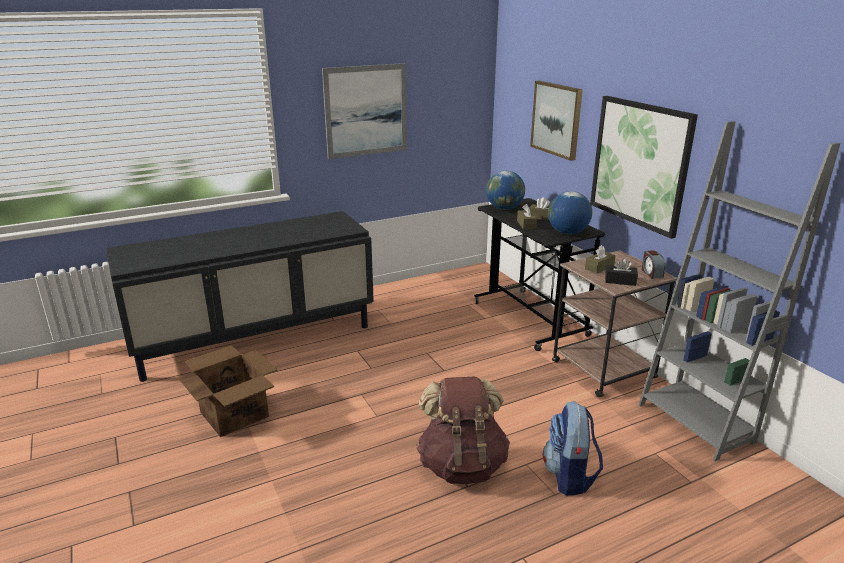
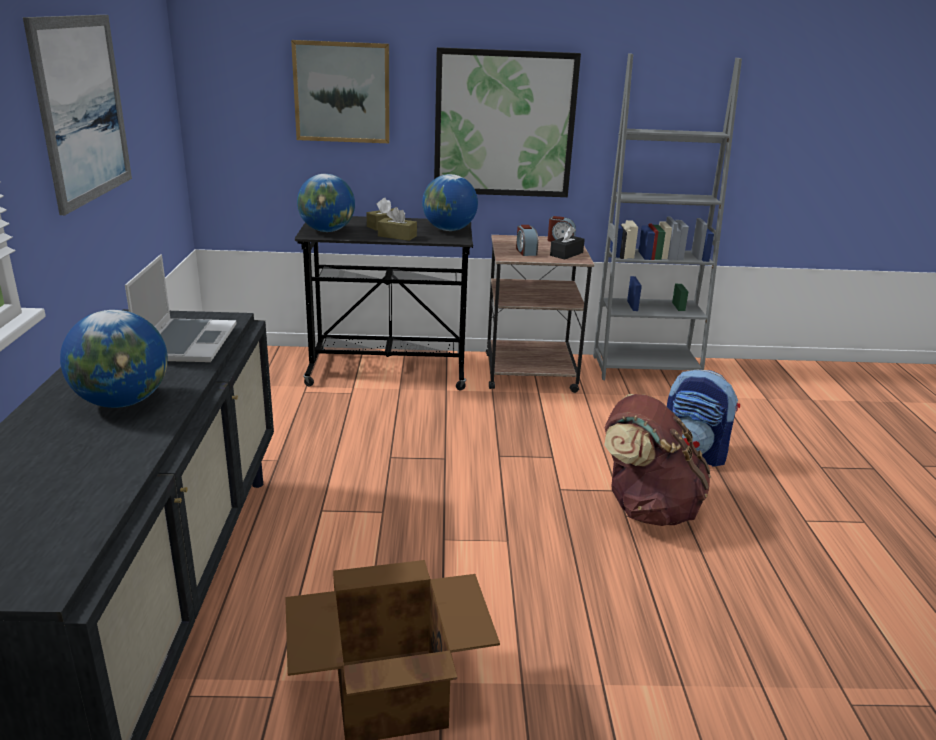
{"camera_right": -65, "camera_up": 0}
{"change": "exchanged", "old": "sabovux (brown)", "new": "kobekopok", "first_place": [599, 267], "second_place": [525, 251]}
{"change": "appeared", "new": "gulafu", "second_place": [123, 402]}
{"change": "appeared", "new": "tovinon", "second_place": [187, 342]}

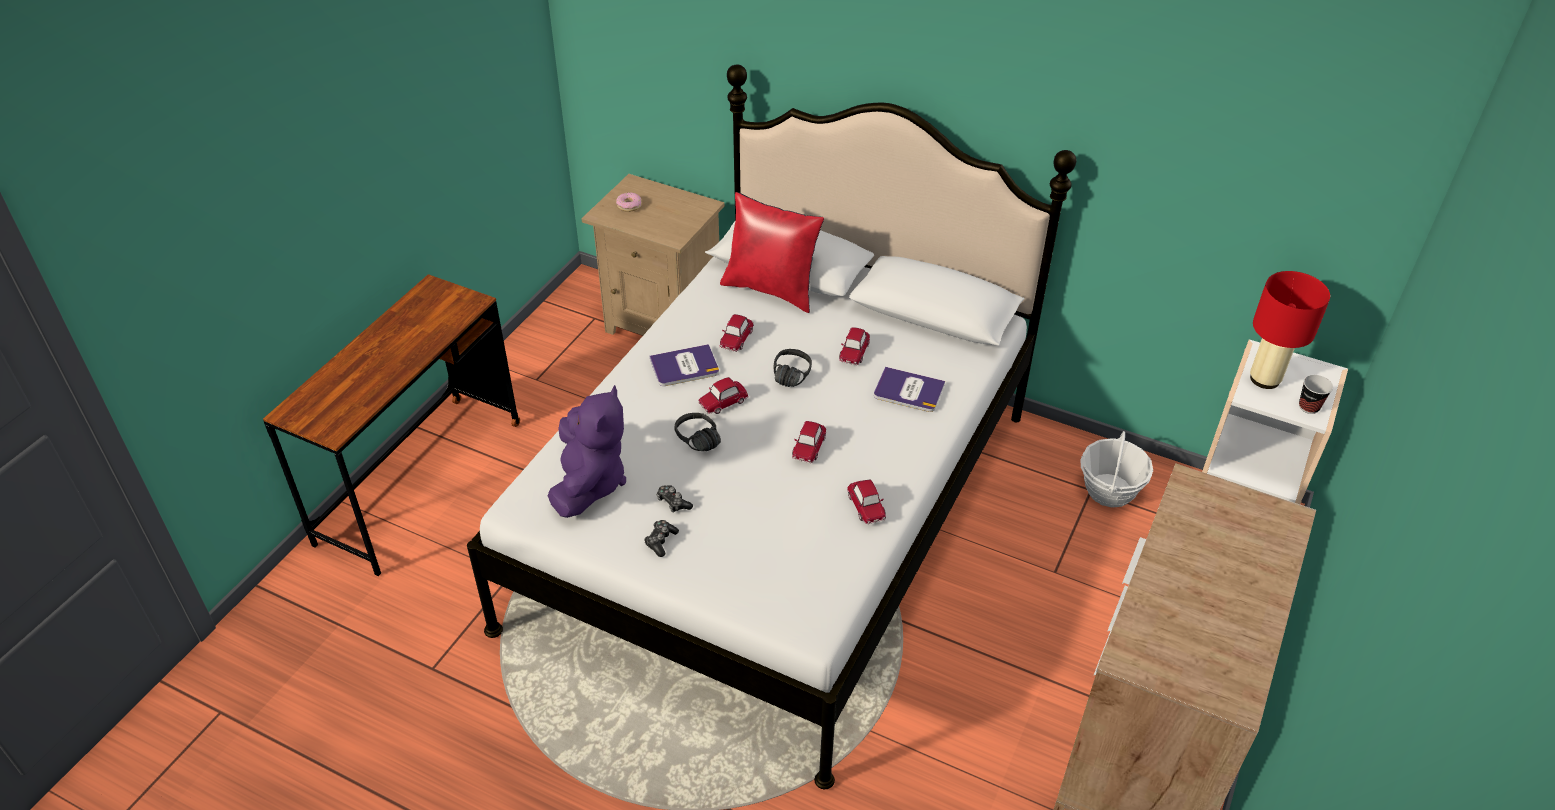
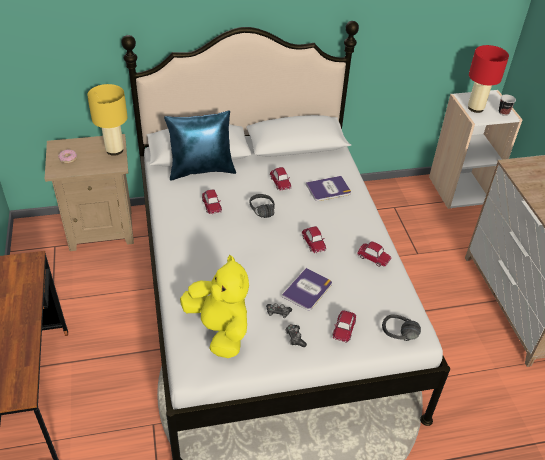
{"camera_right": -40, "camera_up": 0}
{"change": "colour", "old": "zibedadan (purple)", "new": "zibedadan (yellow)", "first_place": [589, 483], "second_place": [219, 330]}
{"change": "relocated", "old": "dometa", "first_place": [684, 366], "second_place": [307, 290]}
{"change": "relocated", "old": "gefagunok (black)", "first_place": [692, 443], "second_place": [399, 337]}
{"change": "relocated", "old": "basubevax", "first_place": [723, 402], "second_place": [343, 329]}
{"change": "colour", "old": "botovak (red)", "new": "botovak (blue)", "first_place": [772, 289], "second_place": [202, 170]}
{"change": "missing", "old": "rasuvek", "first_place": [1109, 490]}
{"change": "appeared", "new": "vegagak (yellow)", "second_place": [114, 150]}

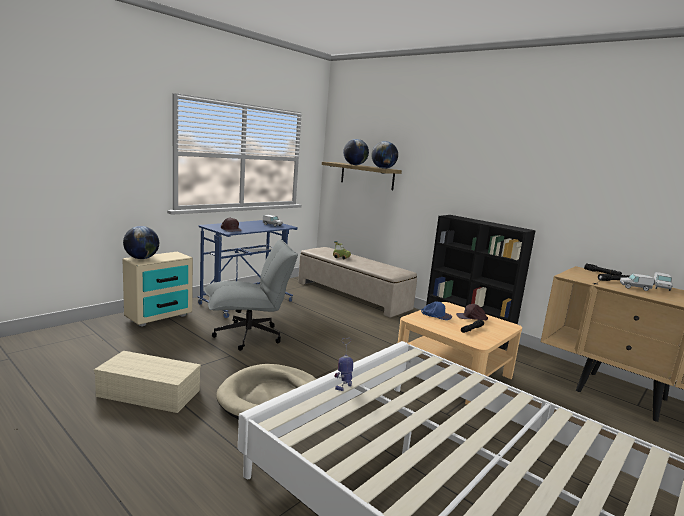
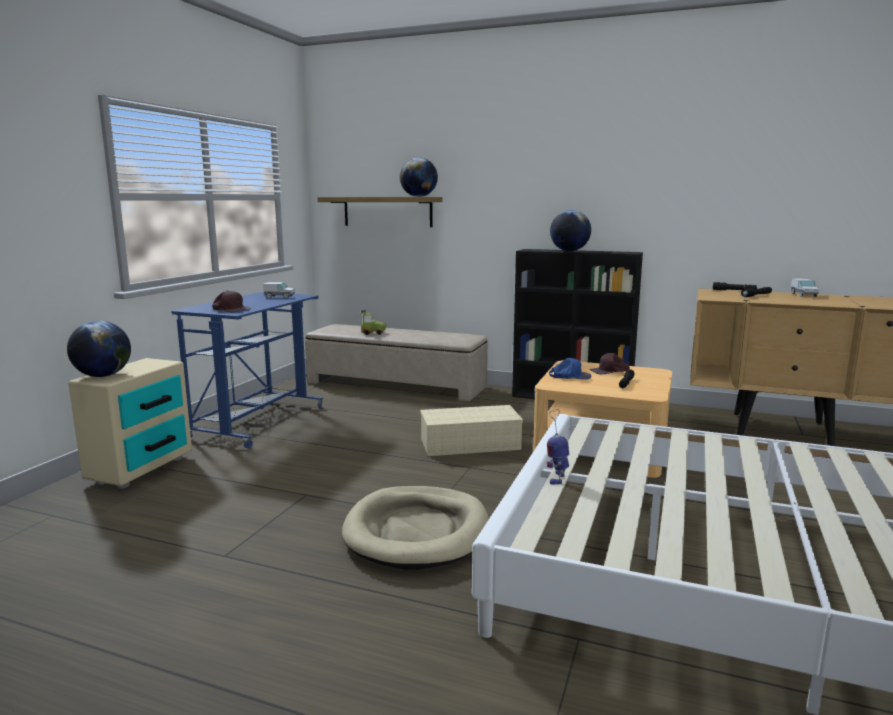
{"camera_right": -20, "camera_up": 0}
{"change": "relocated", "old": "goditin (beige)", "first_place": [147, 393], "second_place": [469, 444]}
{"change": "missing", "old": "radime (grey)", "first_place": [247, 336]}
{"change": "relocated", "old": "gulafu", "first_place": [354, 165], "second_place": [569, 251]}
{"change": "missing", "old": "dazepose", "first_place": [634, 288]}

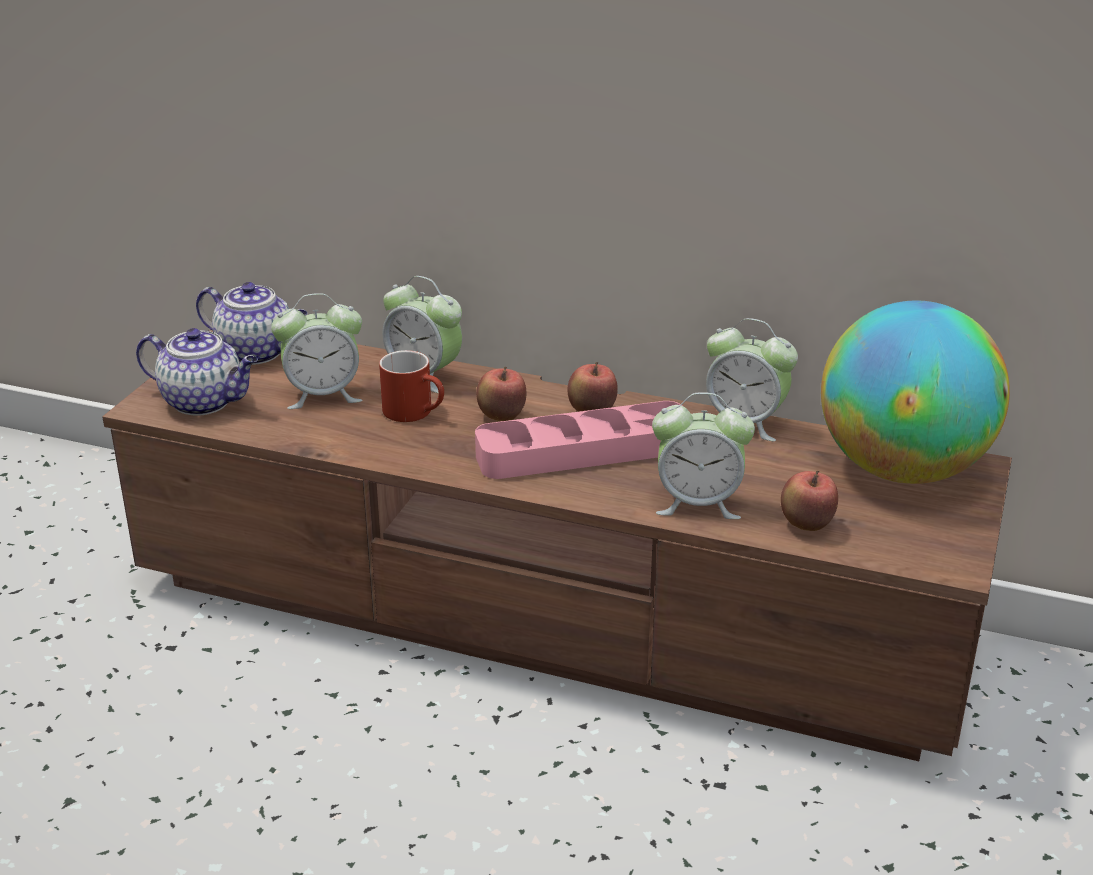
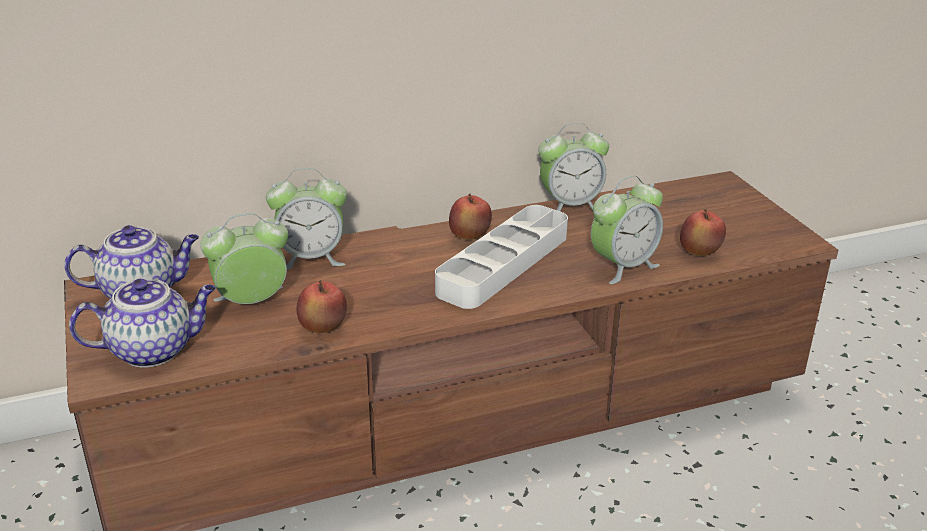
{"camera_right": -40, "camera_up": 0}
{"change": "spun", "old": "kobekopok", "first_place": [323, 395], "second_place": [252, 302], "degrees": -150}
{"change": "missing", "old": "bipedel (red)", "first_place": [416, 412]}
{"change": "colour", "old": "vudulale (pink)", "new": "vudulale (white)", "first_place": [584, 451], "second_place": [503, 263]}
{"change": "relocated", "old": "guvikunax", "first_place": [501, 418], "second_place": [323, 329]}
{"change": "missing", "old": "gulafu", "first_place": [903, 469]}

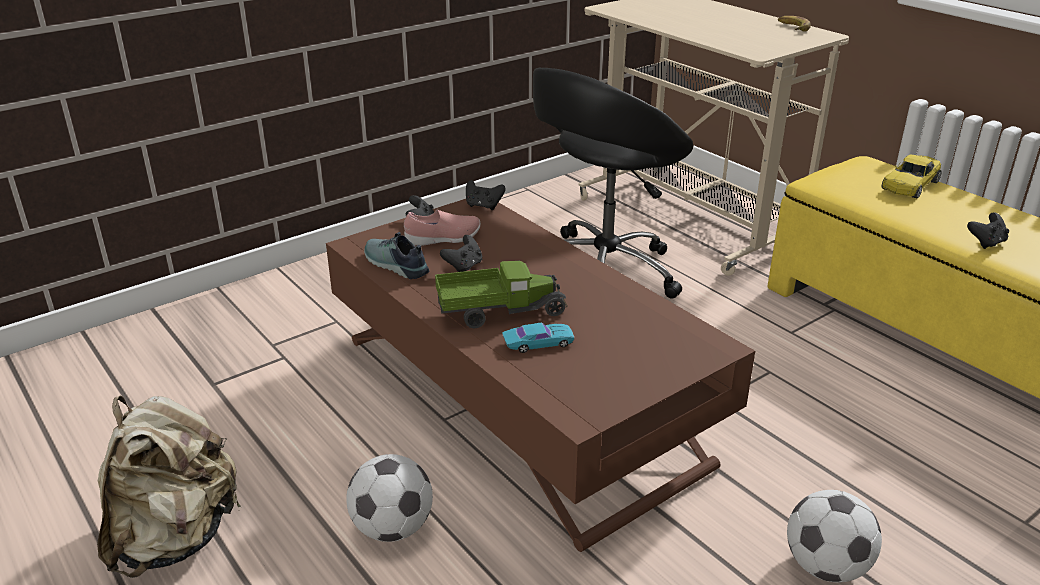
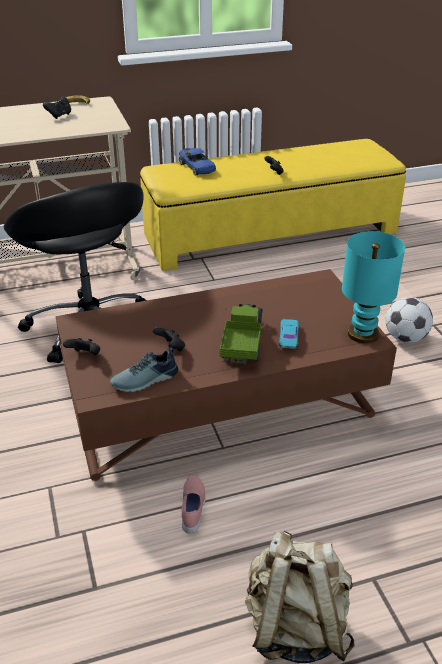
{"camera_right": -70, "camera_up": 5}
{"change": "missing", "old": "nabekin", "first_place": [392, 528]}
{"change": "relocated", "old": "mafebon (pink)", "first_place": [443, 239], "second_place": [193, 509]}
{"change": "relocated", "old": "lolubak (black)", "first_place": [483, 206], "second_place": [59, 116]}
{"change": "colour", "old": "basubevax (yellow)", "new": "basubevax (blue)", "first_place": [910, 185], "second_place": [197, 167]}
{"change": "appeared", "new": "vegagak (turquoise)", "second_place": [363, 334]}

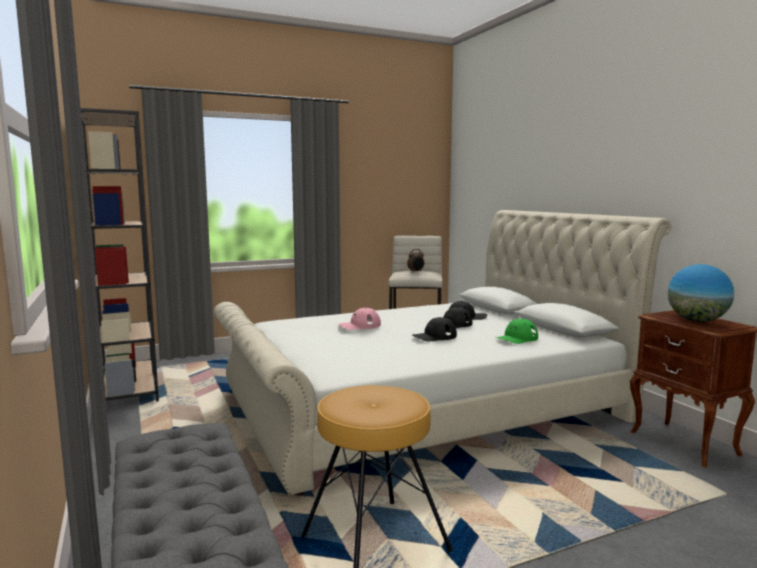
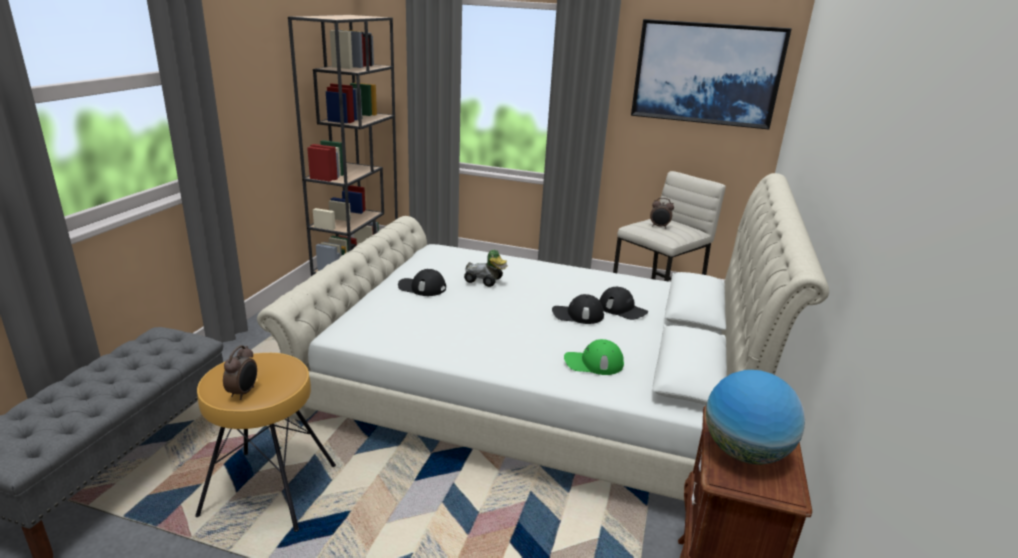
{"camera_right": 40, "camera_up": 15}
{"change": "exchanged", "old": "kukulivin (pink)", "new": "basubevax", "first_place": [359, 325], "second_place": [485, 281]}
{"change": "relocated", "old": "kukulivin (black)", "first_place": [434, 336], "second_place": [422, 287]}
{"change": "appeared", "new": "kobekopok", "second_place": [244, 392]}
{"change": "appeared", "new": "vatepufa", "second_place": [706, 73]}

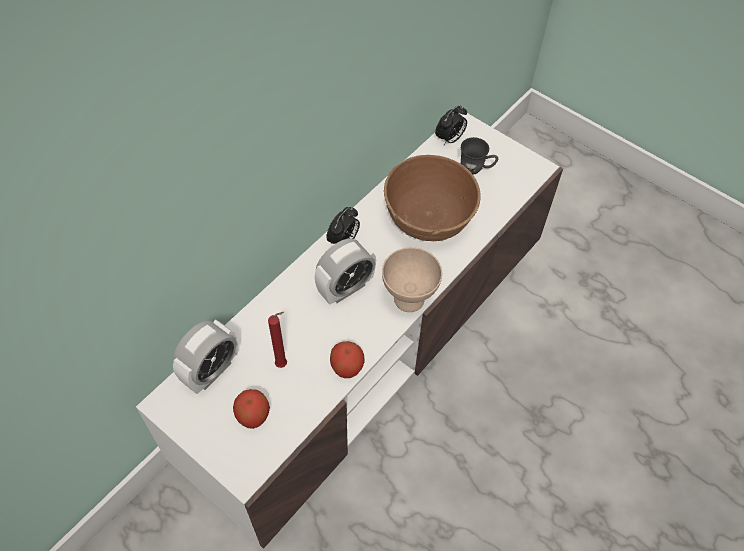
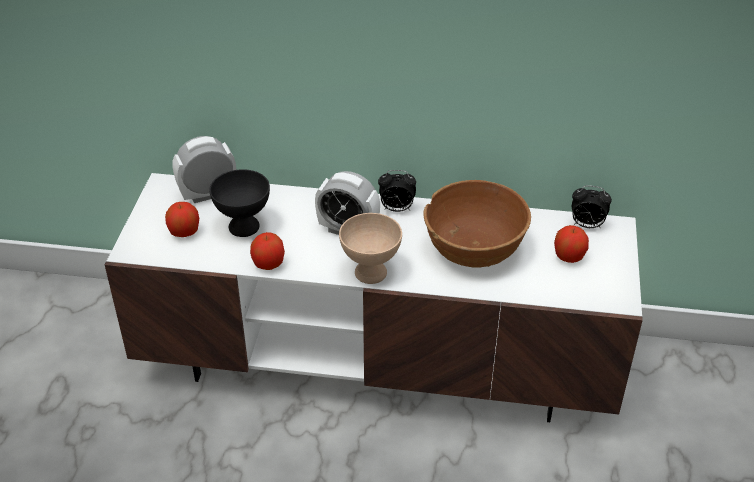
{"camera_right": 60, "camera_up": -15}
{"change": "spun", "old": "kobekopok", "first_place": [211, 371], "second_place": [208, 194], "degrees": 150}
{"change": "exchanged", "old": "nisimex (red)", "new": "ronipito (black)", "first_place": [283, 364], "second_place": [243, 228]}
{"change": "exchanged", "old": "bipedel (grey)", "new": "guvikunax", "first_place": [476, 169], "second_place": [569, 257]}

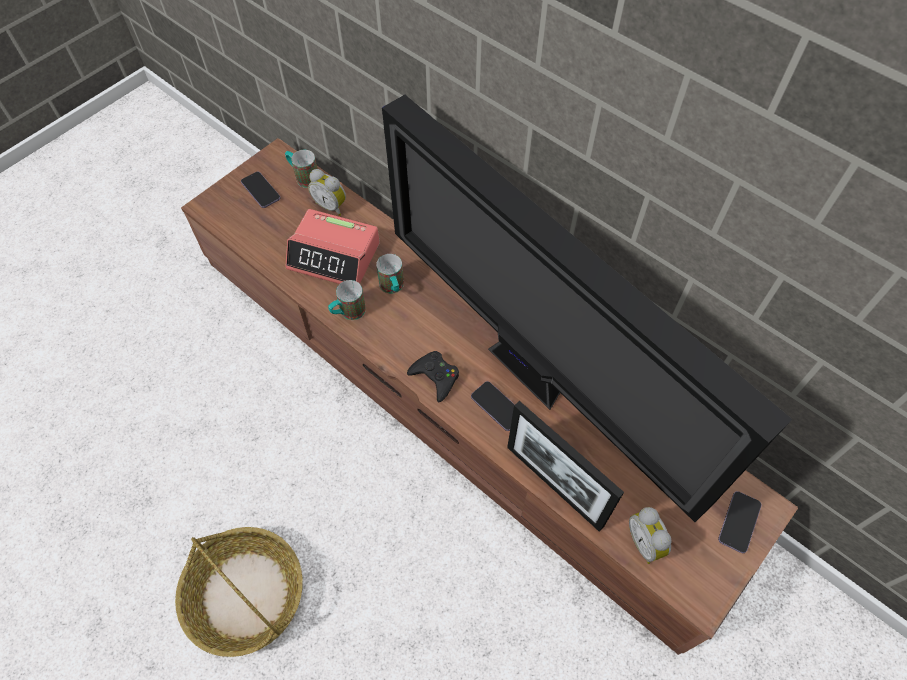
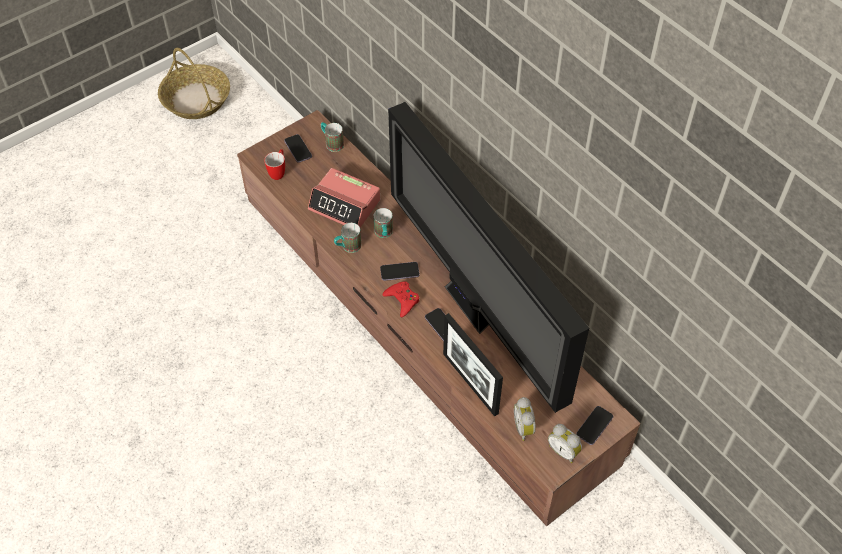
{"camera_right": 10, "camera_up": -5}
{"change": "relocated", "old": "rasuvek", "first_place": [244, 594], "second_place": [196, 99]}
{"change": "relocated", "old": "kobekopok", "first_place": [331, 206], "second_place": [564, 451]}
{"change": "colour", "old": "lolubak (black)", "new": "lolubak (red)", "first_place": [435, 377], "second_place": [402, 300]}
{"change": "appeared", "new": "bipedel", "second_place": [278, 172]}
{"change": "appeared", "new": "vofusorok", "second_place": [399, 272]}

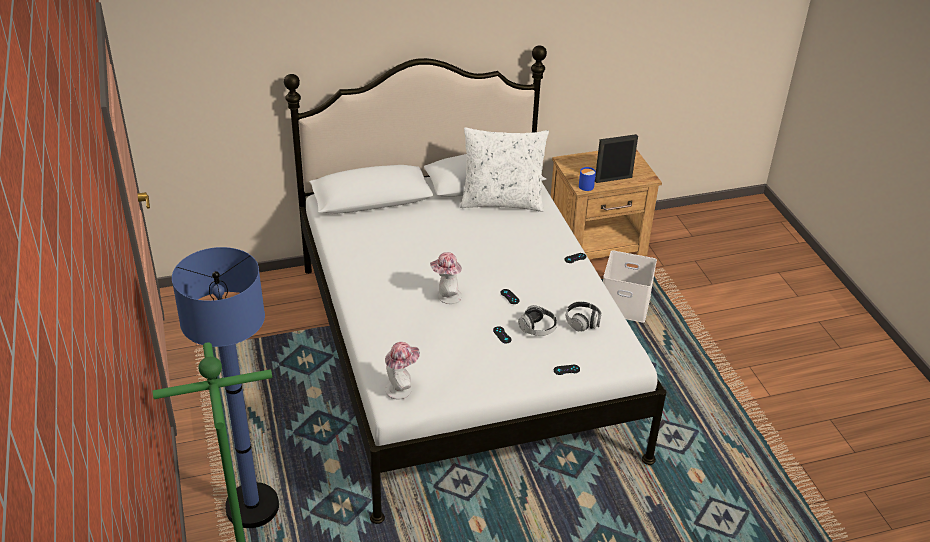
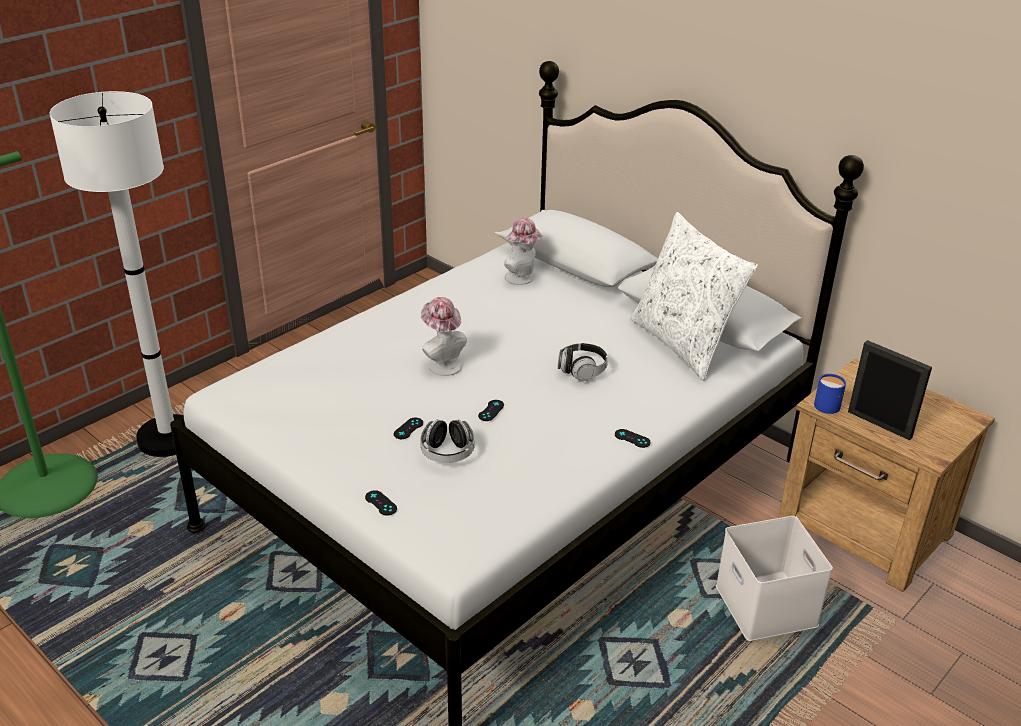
{"camera_right": 60, "camera_up": -5}
{"change": "colour", "old": "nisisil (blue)", "new": "nisisil (white)", "first_place": [252, 507], "second_place": [168, 438]}
{"change": "relocated", "old": "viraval", "first_place": [401, 388], "second_place": [522, 278]}
{"change": "relocated", "old": "gefagunok", "first_place": [582, 322], "second_place": [582, 370]}

